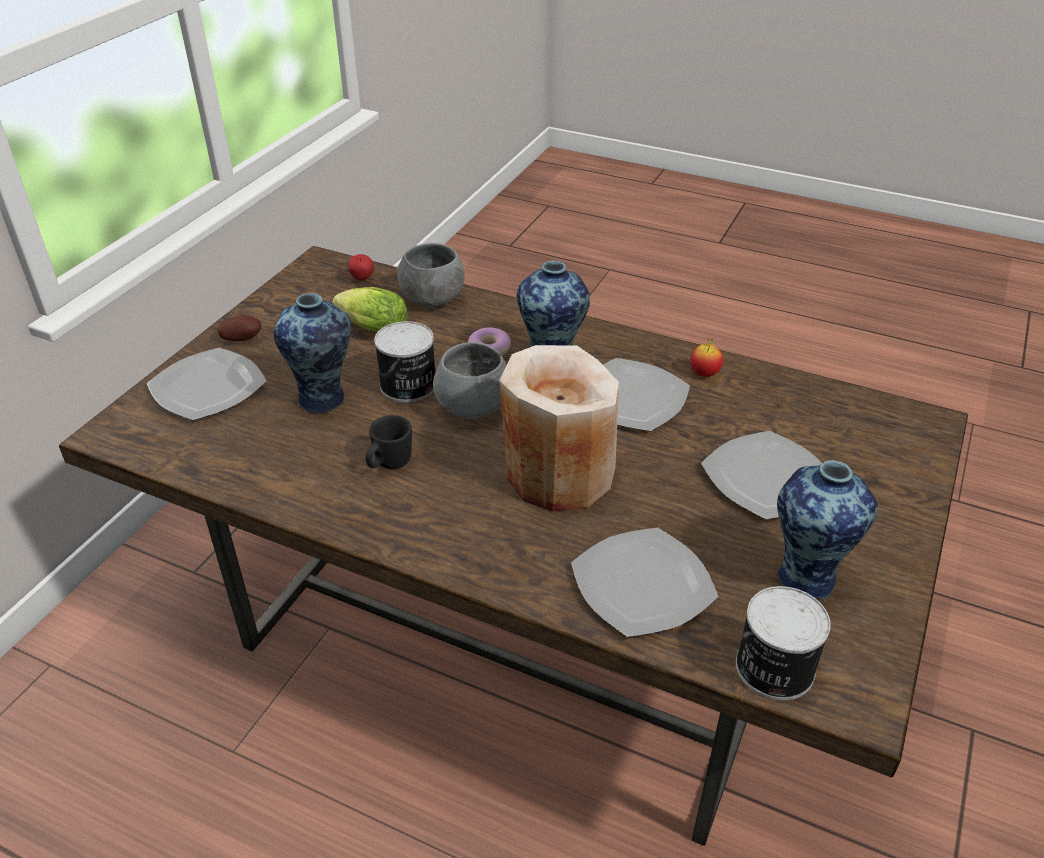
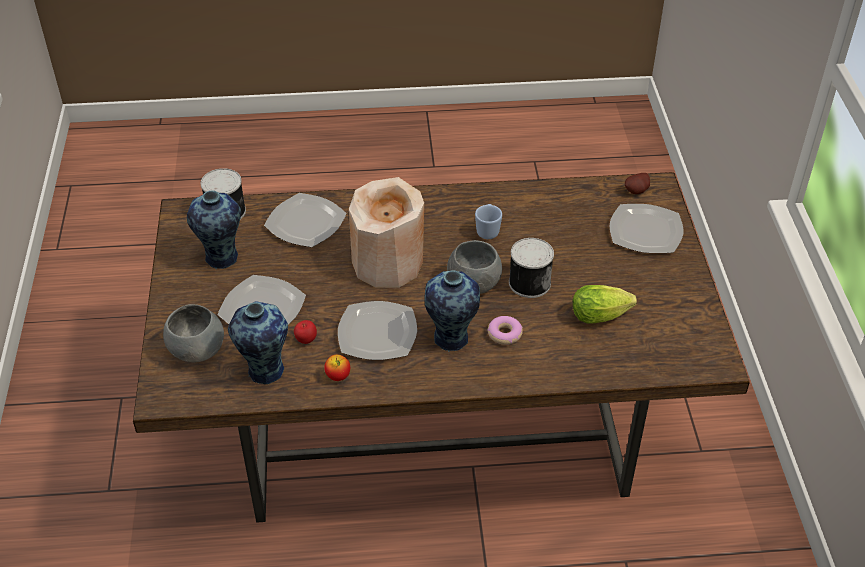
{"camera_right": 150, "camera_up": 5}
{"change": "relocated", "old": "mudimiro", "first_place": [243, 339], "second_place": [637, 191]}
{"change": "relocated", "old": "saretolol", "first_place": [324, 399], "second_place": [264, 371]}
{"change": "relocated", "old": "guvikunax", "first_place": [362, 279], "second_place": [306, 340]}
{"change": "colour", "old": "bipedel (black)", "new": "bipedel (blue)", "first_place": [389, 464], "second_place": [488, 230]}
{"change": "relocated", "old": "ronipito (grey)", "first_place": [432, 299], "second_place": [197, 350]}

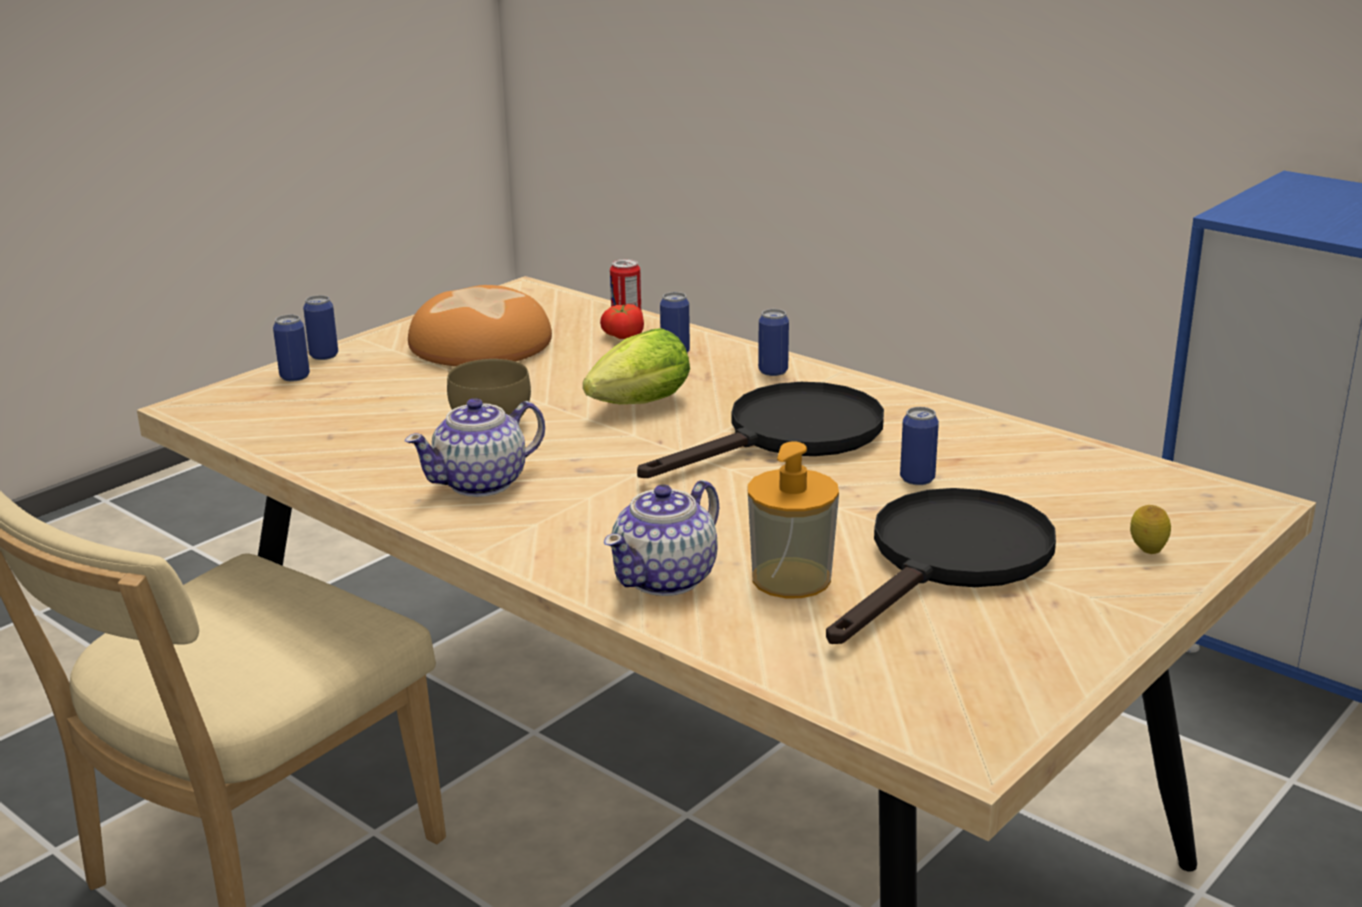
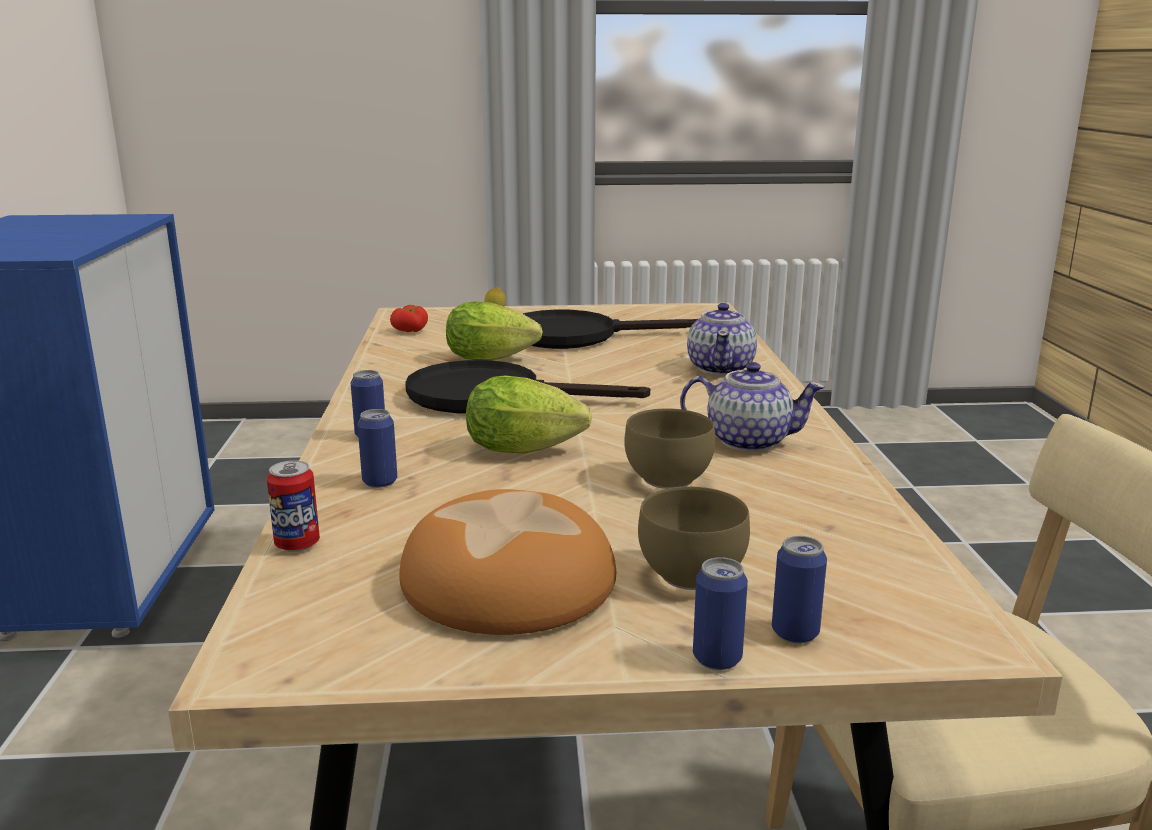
{"camera_right": -135, "camera_up": -5}
{"change": "relocated", "old": "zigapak", "first_place": [622, 336], "second_place": [411, 331]}
{"change": "spun", "old": "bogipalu", "first_place": [666, 578], "second_place": [721, 368], "degrees": 105}
{"change": "missing", "old": "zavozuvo", "first_place": [791, 578]}
{"change": "exchanged", "old": "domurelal", "new": "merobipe", "first_place": [917, 479], "second_place": [495, 359]}
{"change": "appeared", "new": "ronipito (brown)", "second_place": [695, 576]}

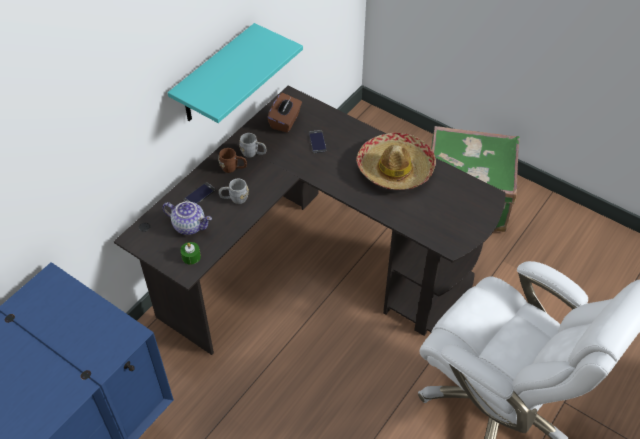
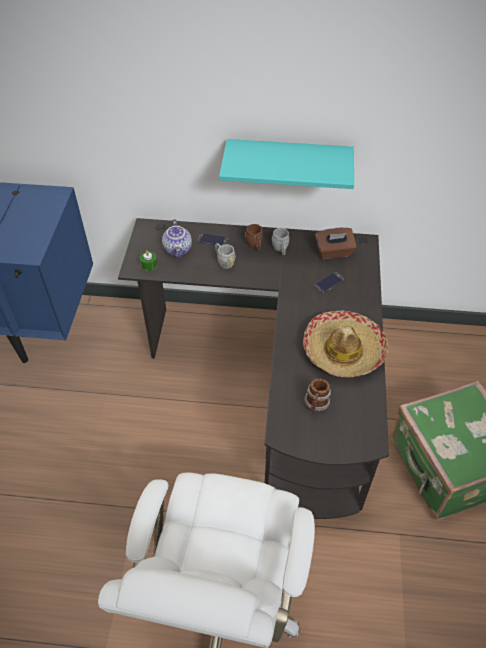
{"camera_right": 60, "camera_up": 0}
{"change": "appeared", "new": "bipedel", "second_place": [316, 404]}

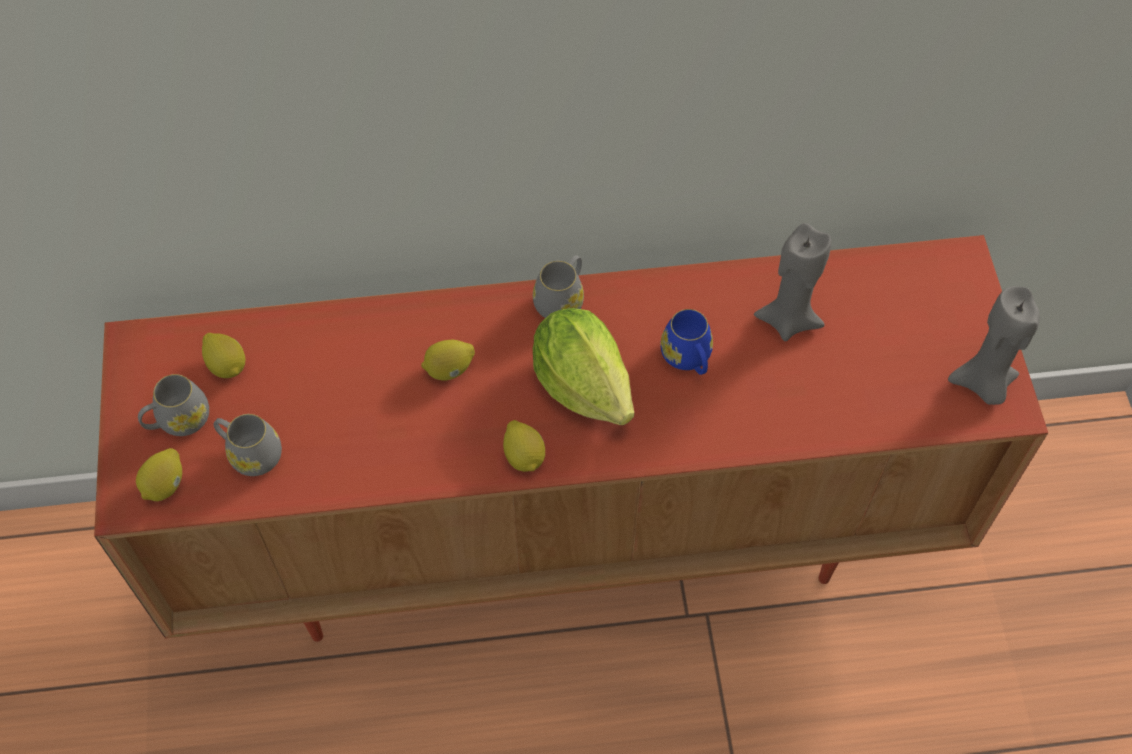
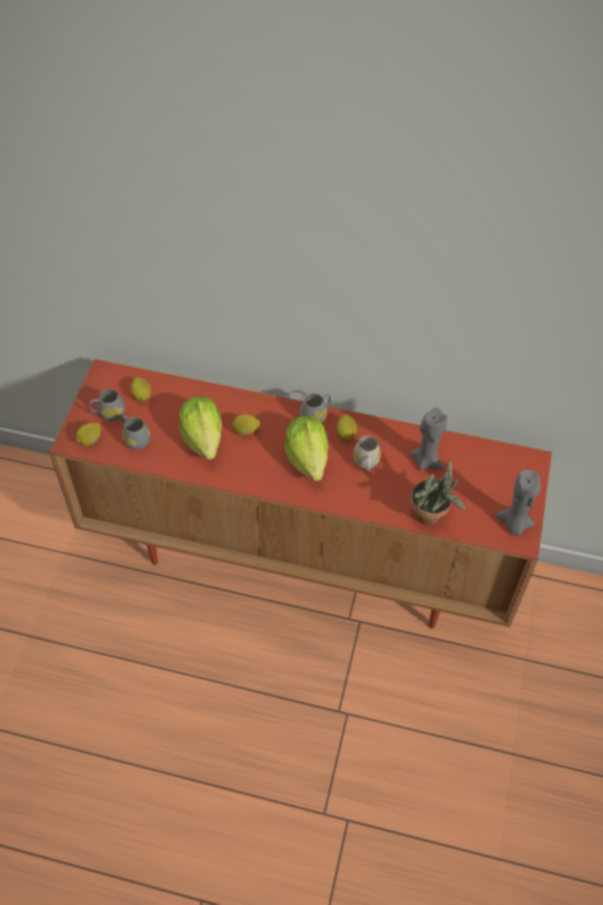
{"camera_right": 20, "camera_up": -5}
{"change": "relocated", "old": "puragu", "first_place": [524, 456], "second_place": [346, 433]}
{"change": "colour", "old": "bipedel (blue)", "new": "bipedel (white)", "first_place": [688, 358], "second_place": [366, 463]}
{"change": "appeared", "new": "merobipe", "second_place": [203, 438]}
{"change": "appeared", "new": "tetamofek", "second_place": [431, 516]}

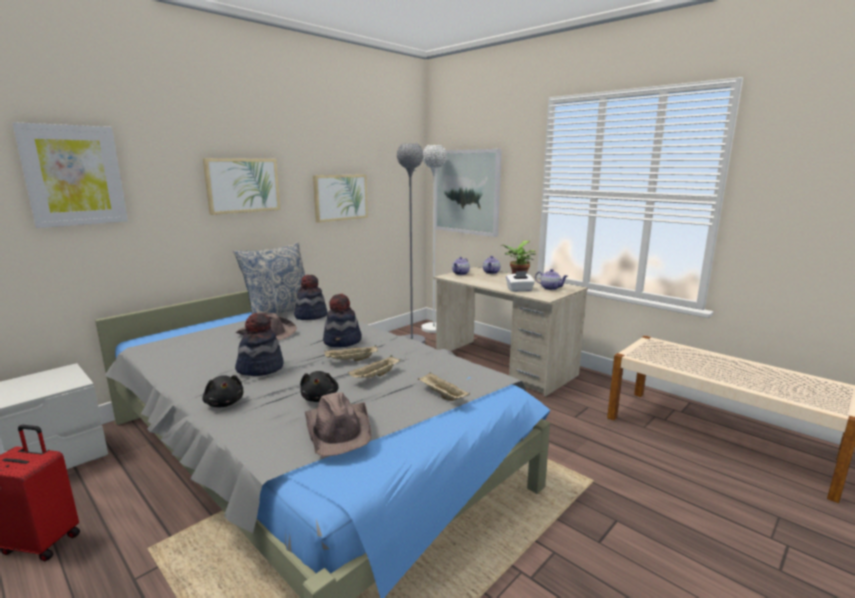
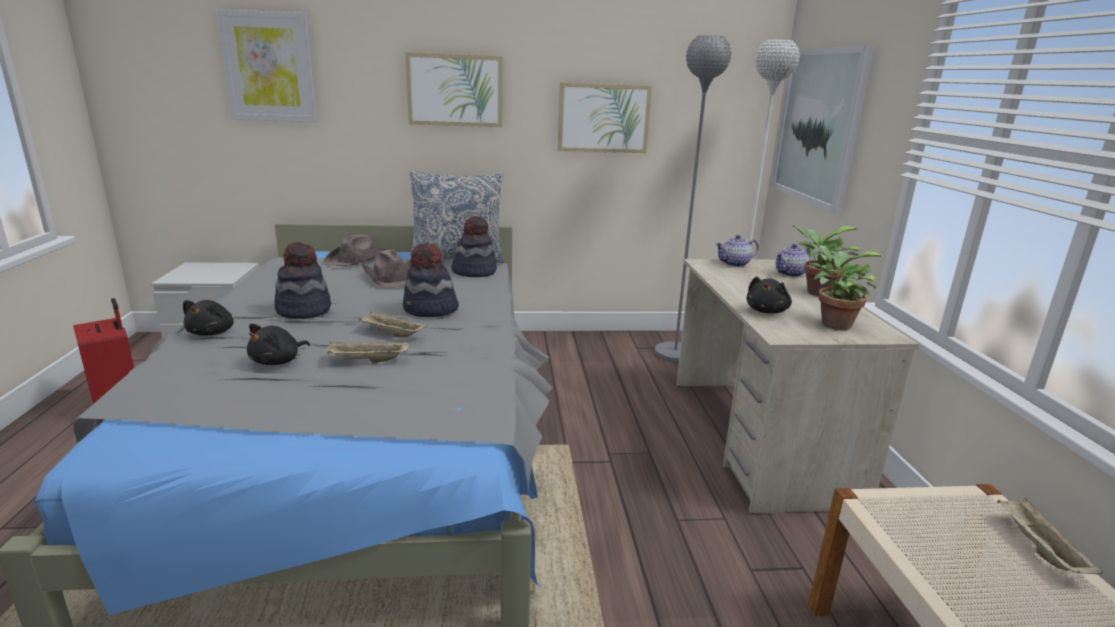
{"camera_right": 40, "camera_up": 5}
{"change": "relocated", "old": "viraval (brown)", "first_place": [339, 429], "second_place": [358, 259]}
{"change": "relocated", "old": "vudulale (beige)", "first_place": [441, 395], "second_place": [1038, 548]}
{"change": "exchanged", "old": "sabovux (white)", "new": "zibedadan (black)", "first_place": [519, 290], "second_place": [767, 311]}
{"change": "exchanged", "old": "bogipalu", "new": "tetamofek", "first_place": [550, 288], "second_place": [832, 324]}

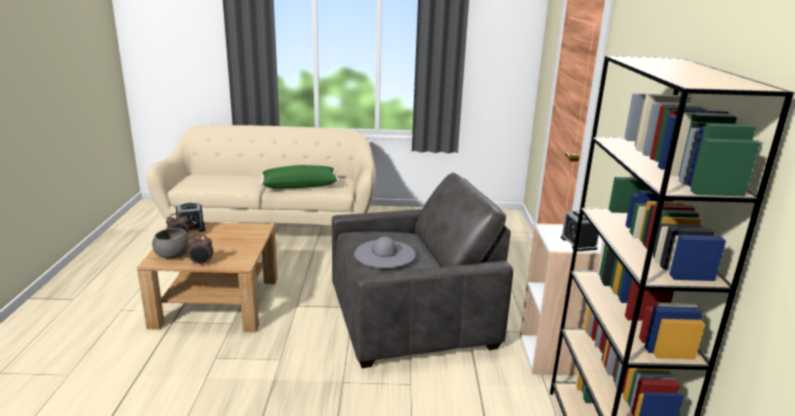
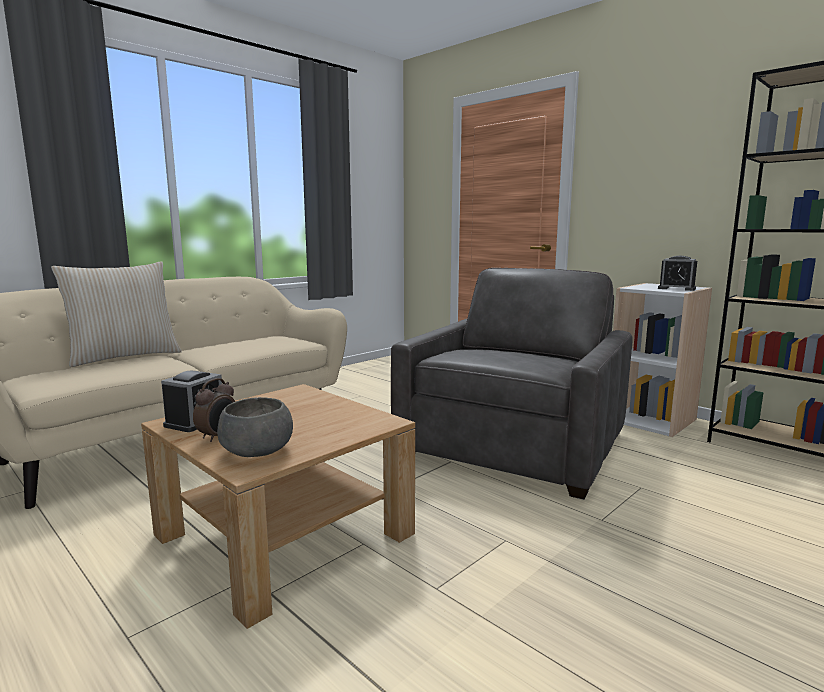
{"camera_right": -45, "camera_up": -10}
{"change": "missing", "old": "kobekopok", "first_place": [202, 263]}
{"change": "missing", "old": "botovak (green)", "first_place": [299, 186]}
{"change": "missing", "old": "viraval (grey)", "first_place": [384, 254]}
{"change": "appeared", "new": "botovak (beige)", "second_place": [124, 356]}

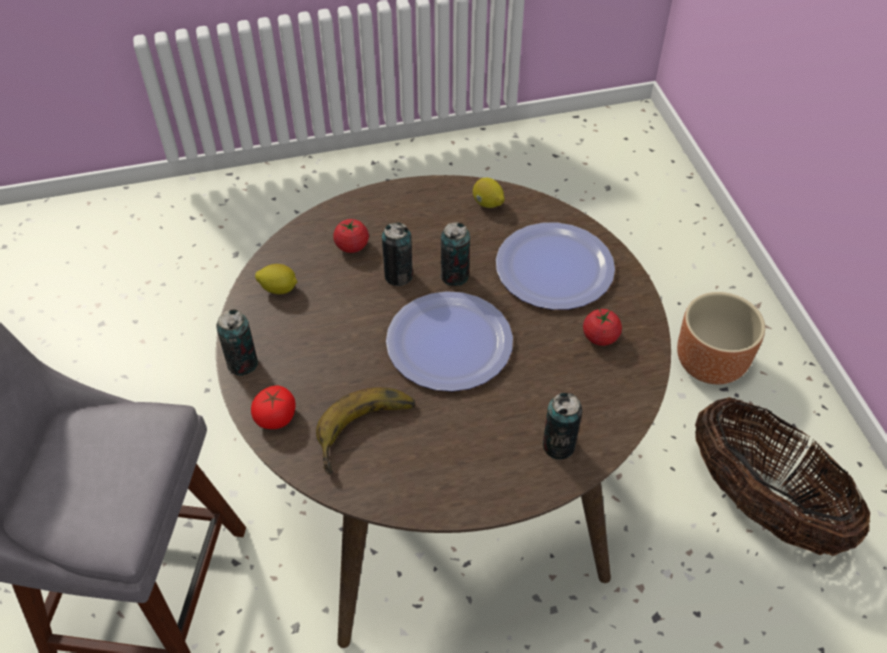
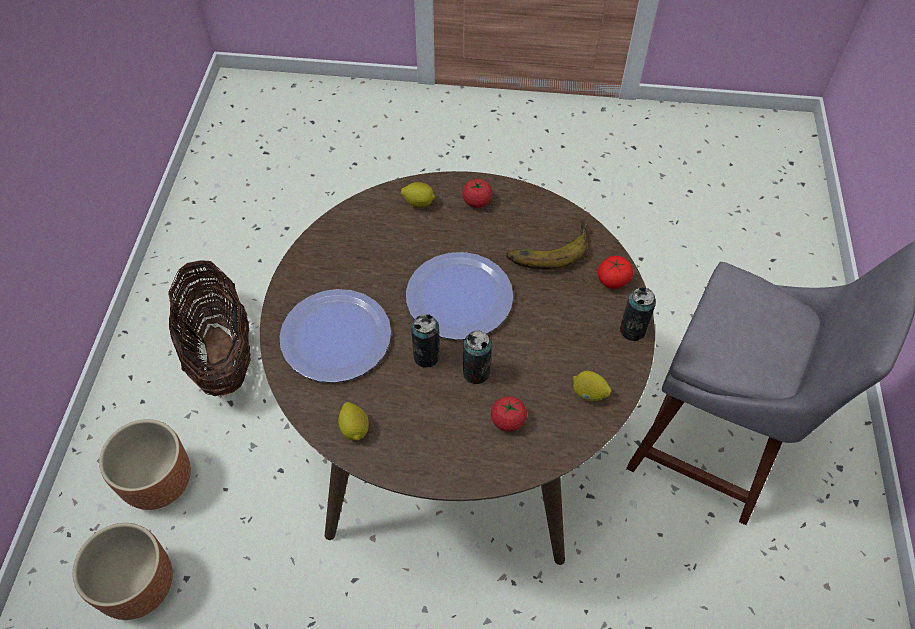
{"camera_right": -160, "camera_up": 5}
{"change": "exchanged", "old": "domurelal", "new": "puragu", "first_place": [558, 445], "second_place": [419, 203]}
{"change": "relocated", "old": "zigapak", "first_place": [600, 337], "second_place": [476, 201]}
{"change": "appeared", "new": "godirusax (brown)", "second_place": [138, 585]}

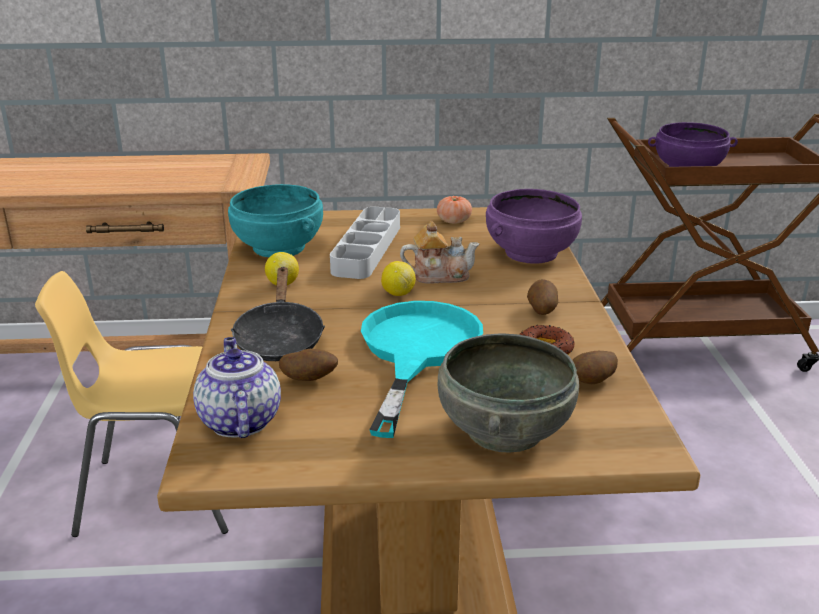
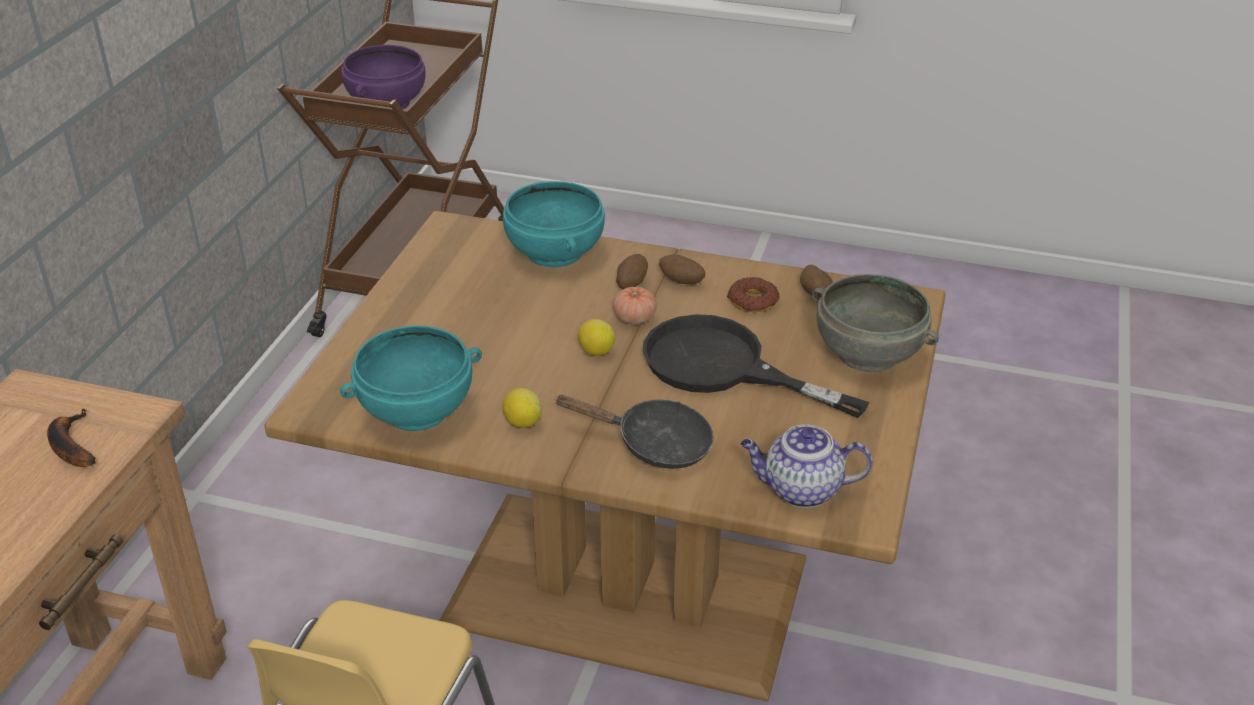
{"camera_right": -70, "camera_up": 10}
{"change": "relocated", "old": "mudimiro", "first_place": [309, 380], "second_place": [631, 284]}
{"change": "missing", "old": "vudulale (grey)", "first_place": [367, 249]}
{"change": "colour", "old": "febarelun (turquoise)", "new": "febarelun (black)", "first_place": [416, 352], "second_place": [723, 367]}
{"change": "missing", "old": "bogipalu", "first_place": [439, 276]}
{"change": "relocated", "old": "zigapak", "first_place": [454, 221], "second_place": [634, 318]}
{"change": "colour", "old": "ronipito (purple)", "new": "ronipito (turquoise)", "first_place": [530, 253], "second_place": [553, 253]}
{"change": "appeared", "new": "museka", "second_place": [69, 445]}

